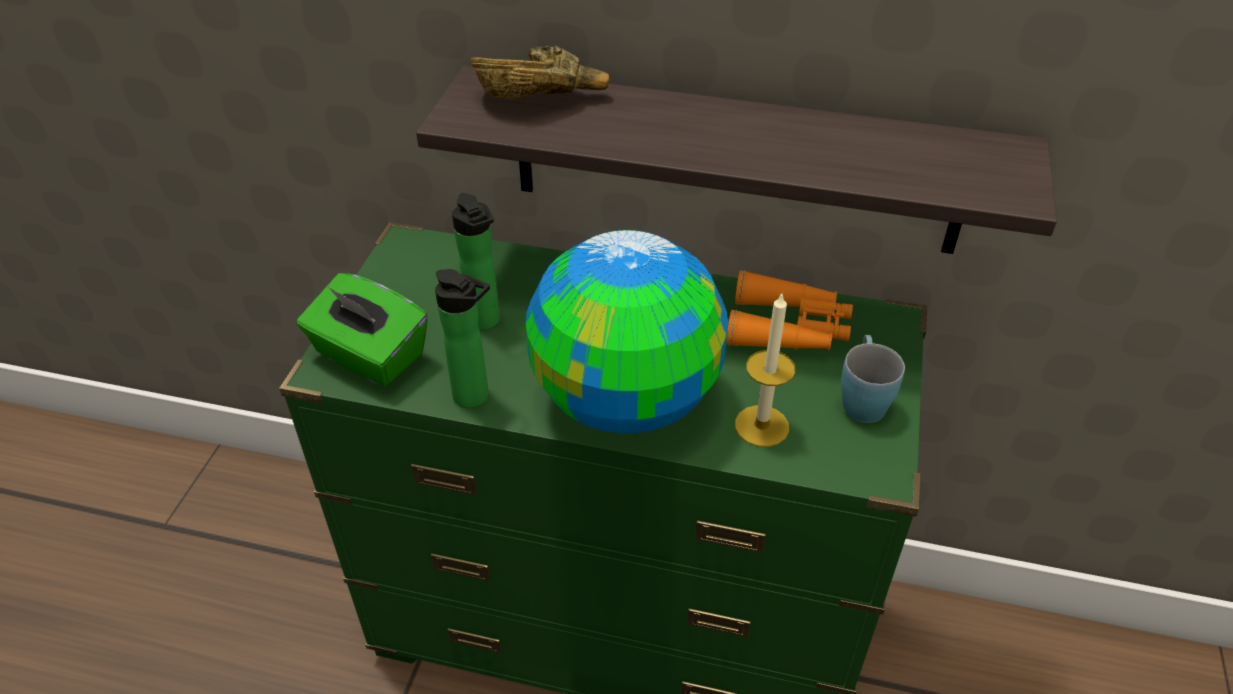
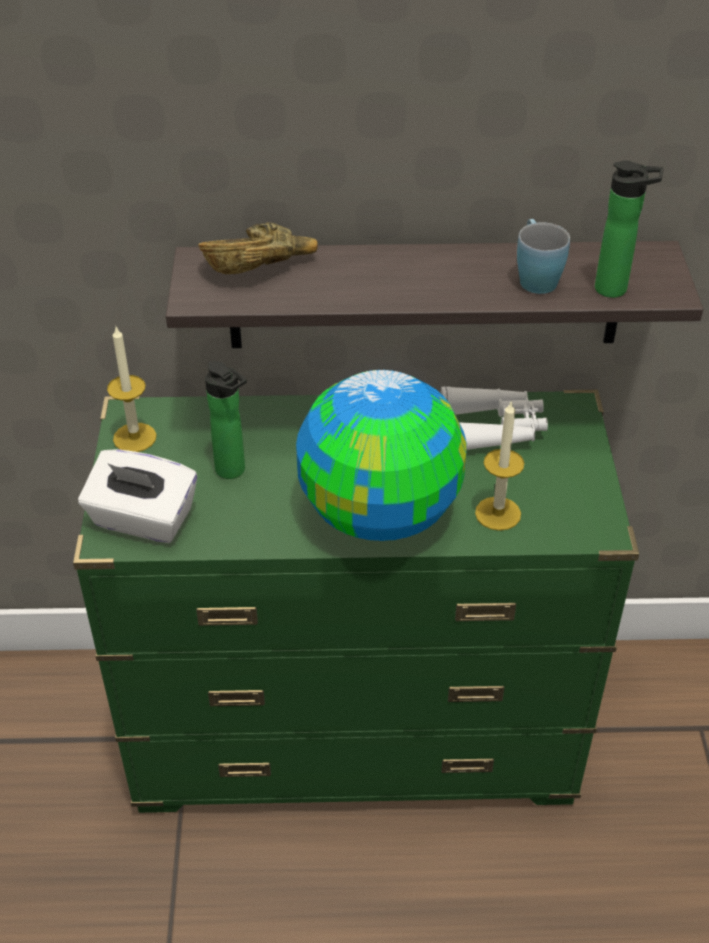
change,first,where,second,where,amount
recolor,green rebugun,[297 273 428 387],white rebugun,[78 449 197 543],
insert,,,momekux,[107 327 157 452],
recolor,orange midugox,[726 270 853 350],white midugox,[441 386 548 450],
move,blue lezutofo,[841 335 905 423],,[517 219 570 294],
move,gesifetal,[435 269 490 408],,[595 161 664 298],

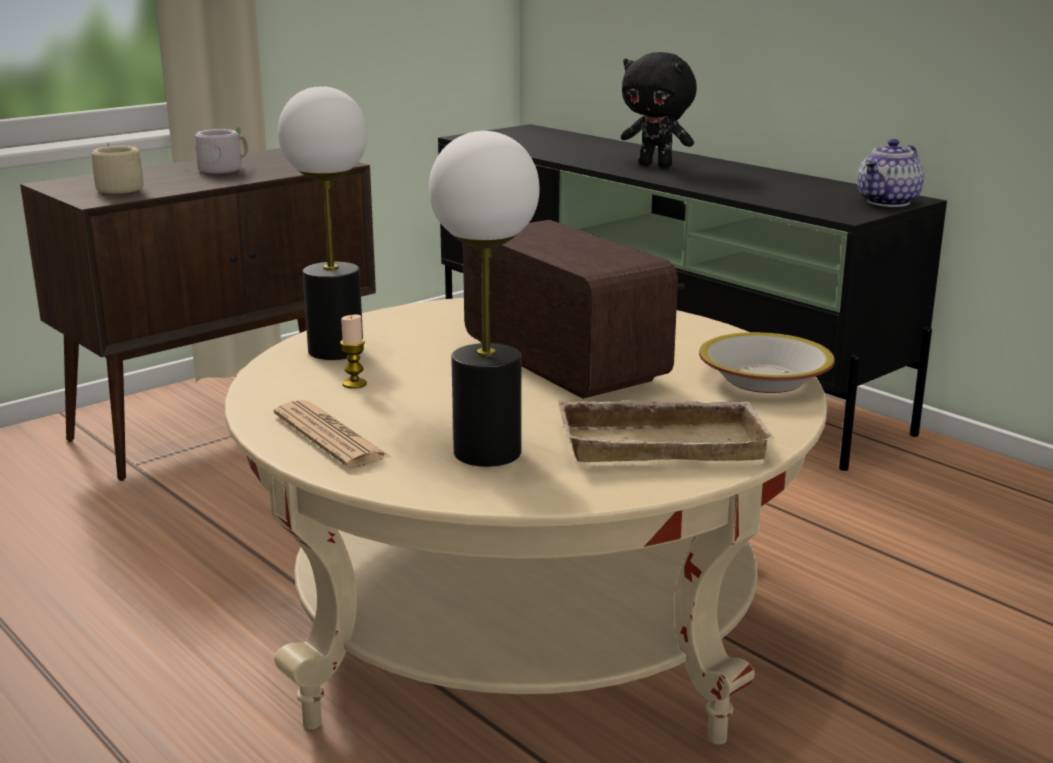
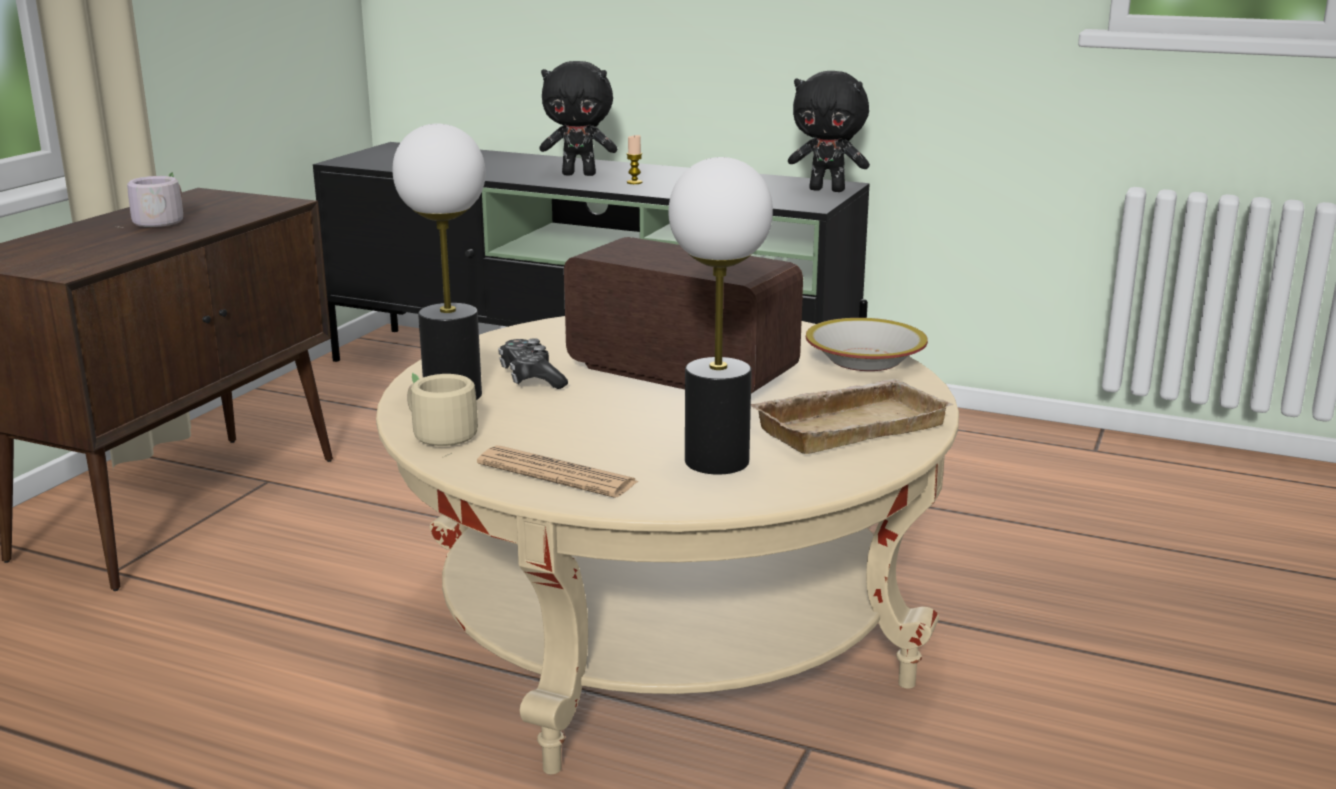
change,first,where,second,where,amount
move,beige lezutofo,[92 143 144 199],,[407 373 478 458],
insert,,,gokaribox,[498 338 568 389],
move,momekux,[340 315 367 389],,[626 135 642 184],
replace,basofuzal,[857 139 924 207],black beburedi,[788 71 870 192],

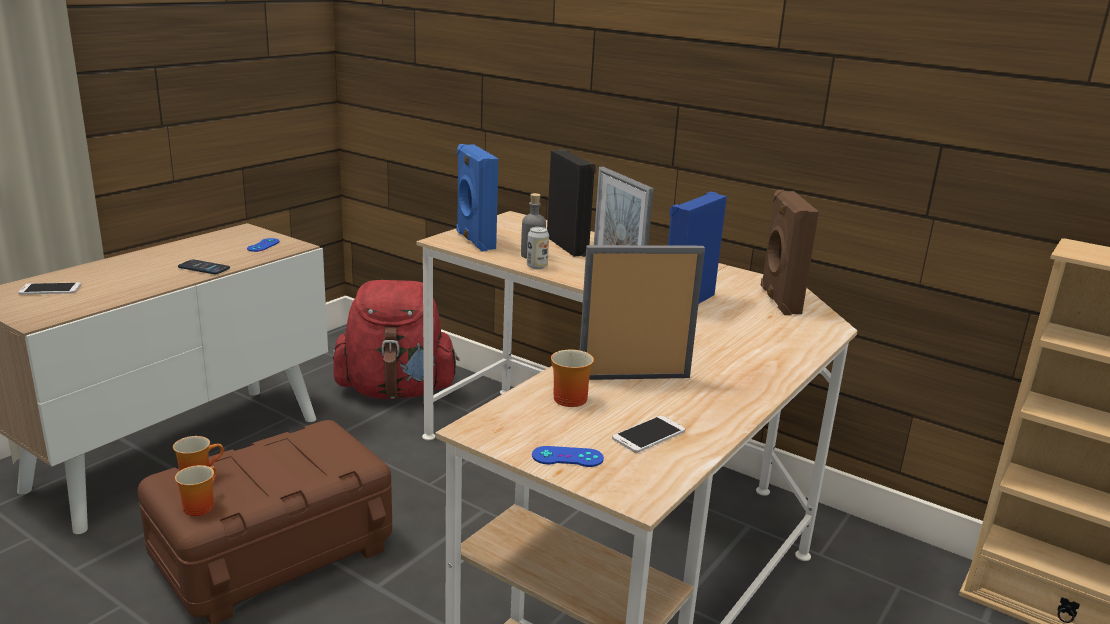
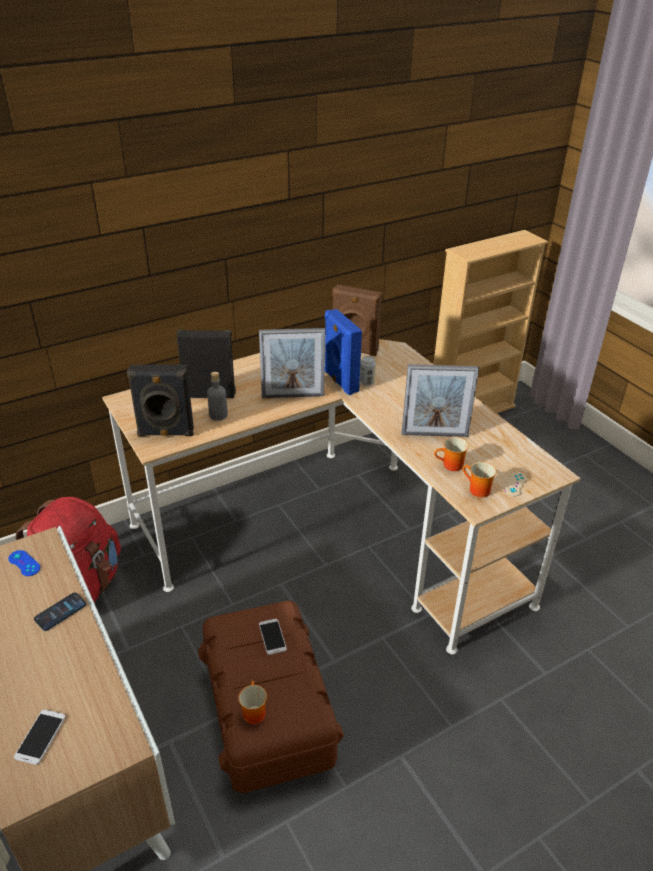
change,first,where,second,where,amount
recolor,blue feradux,[456 144 498 252],black feradux,[127 365 194 436],
move,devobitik,[612 416 685 453],,[259 618 287 655],
move,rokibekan,[527 227 549 269],,[360 356 376 386],
rotate,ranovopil,[580 245 705 380],,[402 364 479 437],105 degrees counterclockwise
move,lezutofo,[175 465 217 516],,[463 462 497 498],
recolor,blue gokaribox,[532 446 604 467],beige gokaribox,[504 472 528 496],

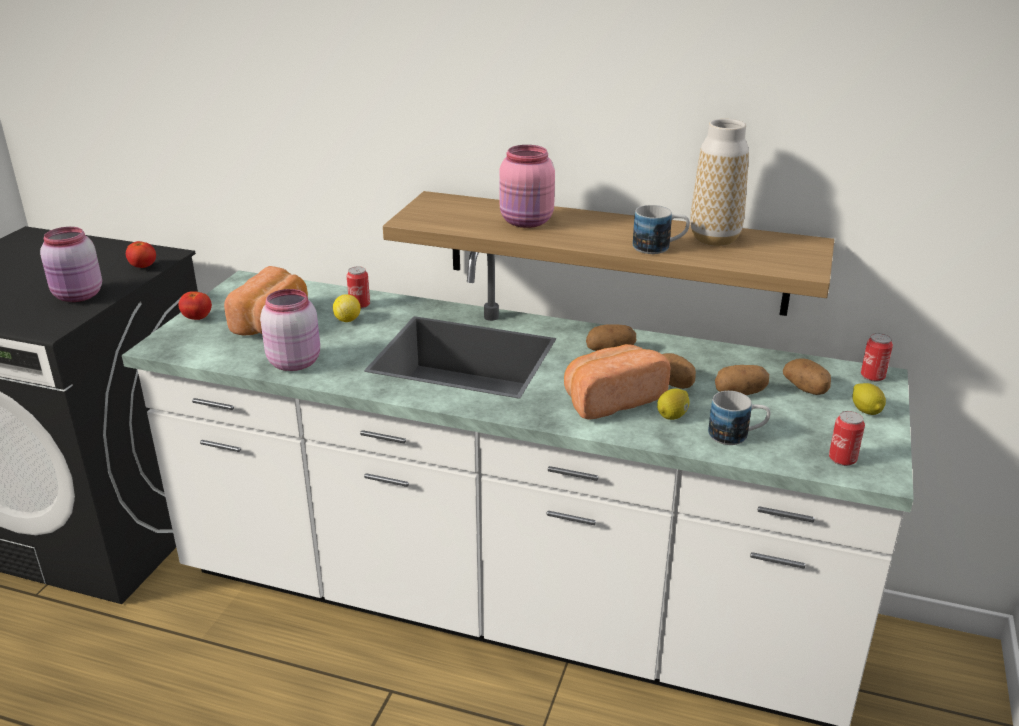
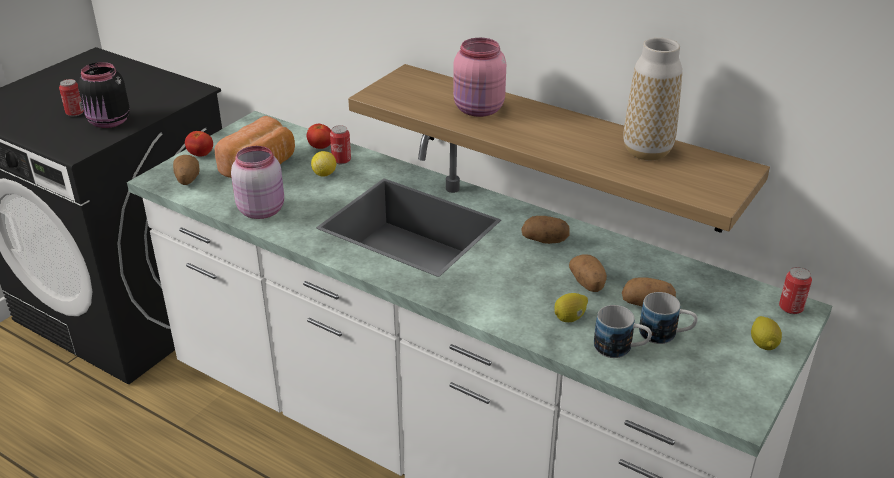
change,first,where,second,where,amount
move,rokibekan,[829 411 865 466],,[59 79 84 116],
recolor,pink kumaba,[40 227 102 302],black kumaba,[78 62 130 128],
move,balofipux,[783 359 831 395],,[173 155 199 185],
move,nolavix,[126 241 156 268],,[307 124 331 149],
move,lezutofo,[633 205 690 254],,[639 292 698 344],
delete,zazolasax,[564 344 670 420],,,

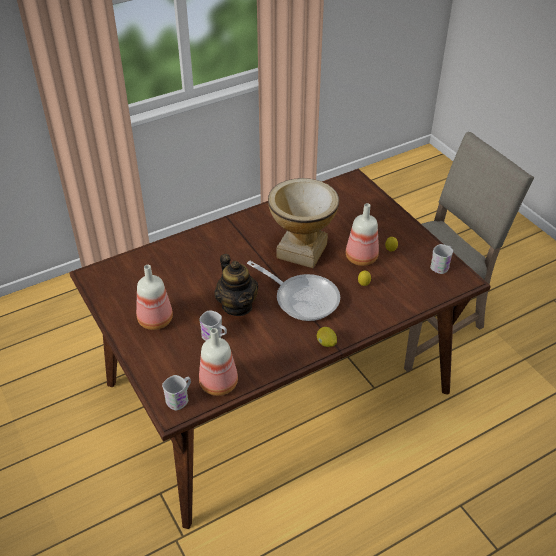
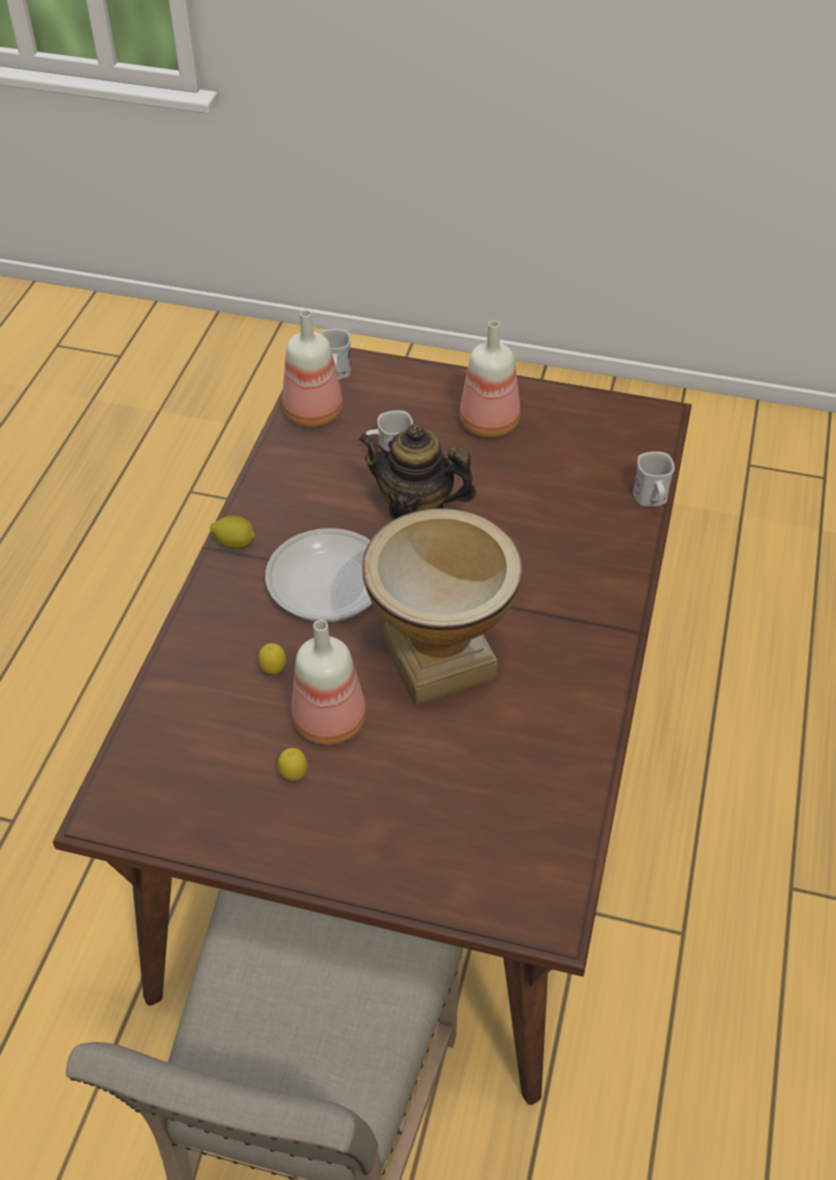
change,first,where,second,where,amount
move,white lezutofo,[430 244 453 274],,[633 451 675 507],

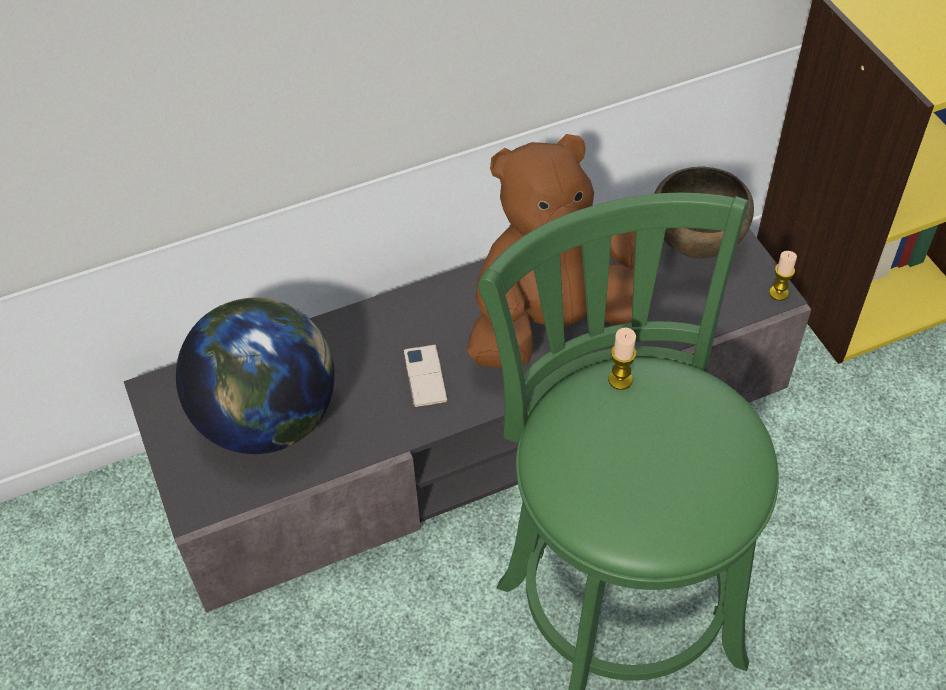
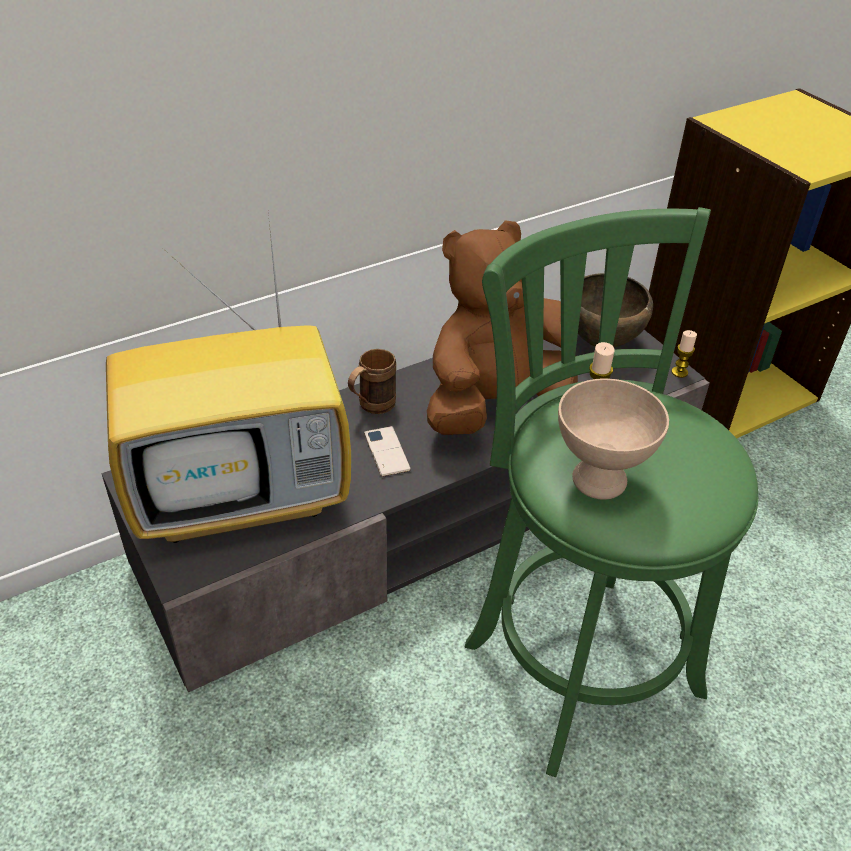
change,first,where,second,where,amount
replace,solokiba,[176 298 335 454],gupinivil,[106 213 351 543],
insert,,,brown lezutofo,[348 349 396 414],
insert,,,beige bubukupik,[558 378 669 500],

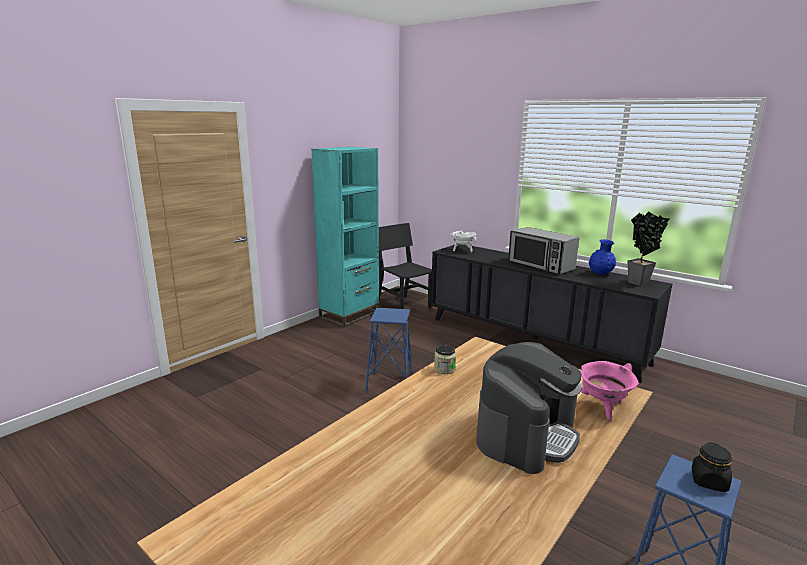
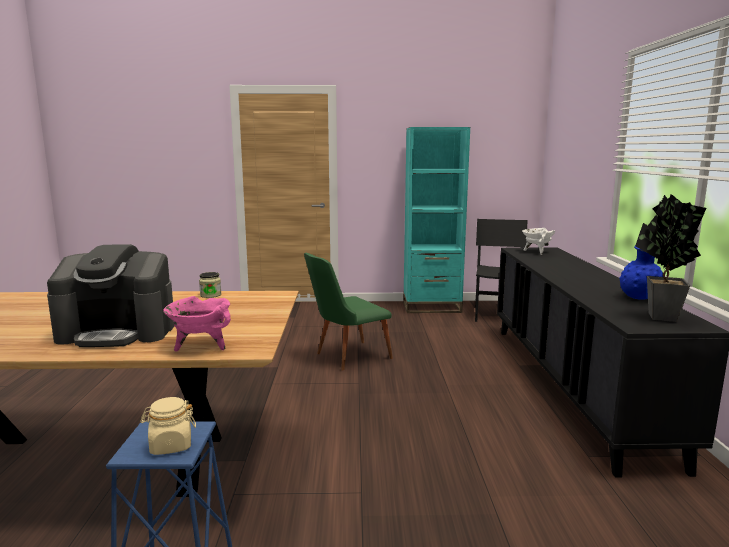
change,first,where,second,where,amount
recolor,black kumaba,[692 442 732 492],beige kumaba,[140 397 196 455],
replace,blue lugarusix,[365 308 412 393],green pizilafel,[304 253 393 371],
delete,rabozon,[508 227 579 274],,,

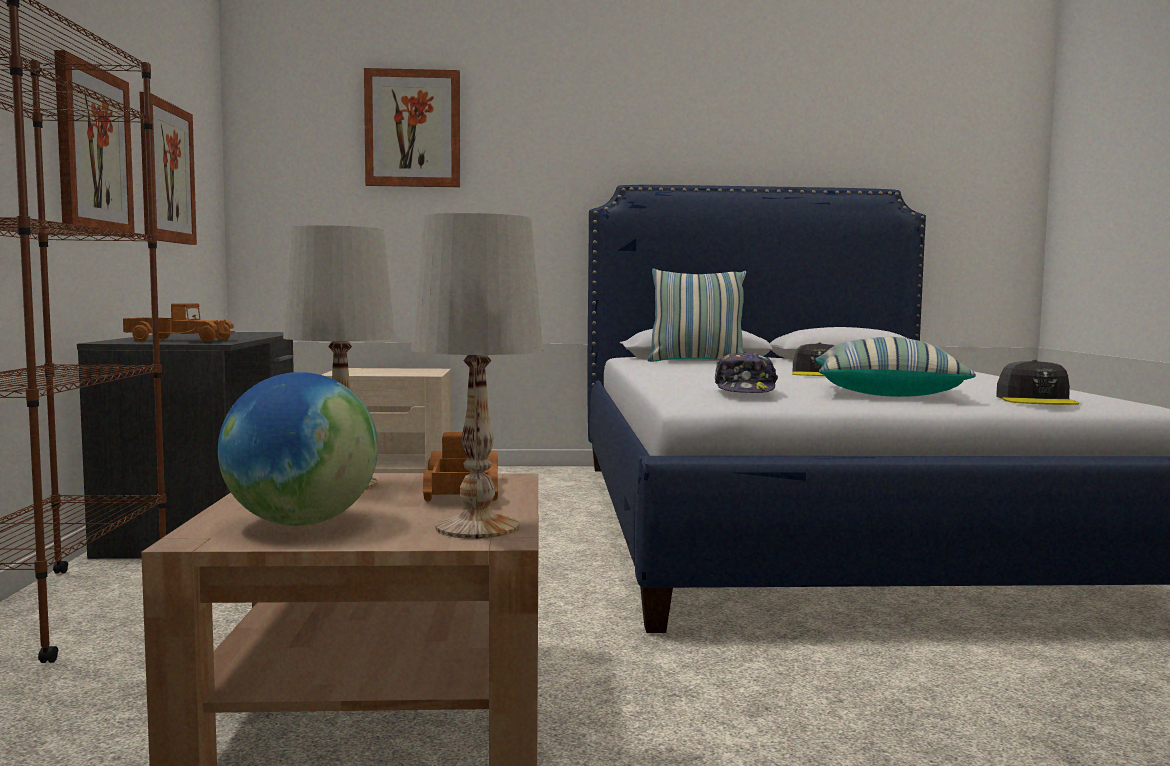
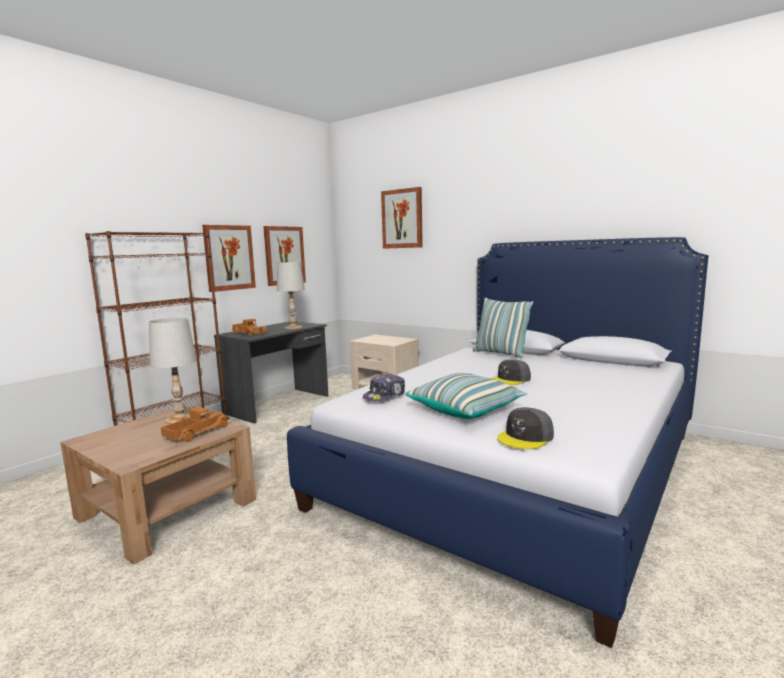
change,first,where,second,where,amount
move,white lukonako,[411 213 543 539],,[277 262 305 329],
delete,solokiba,[218 372 378 526],,,

